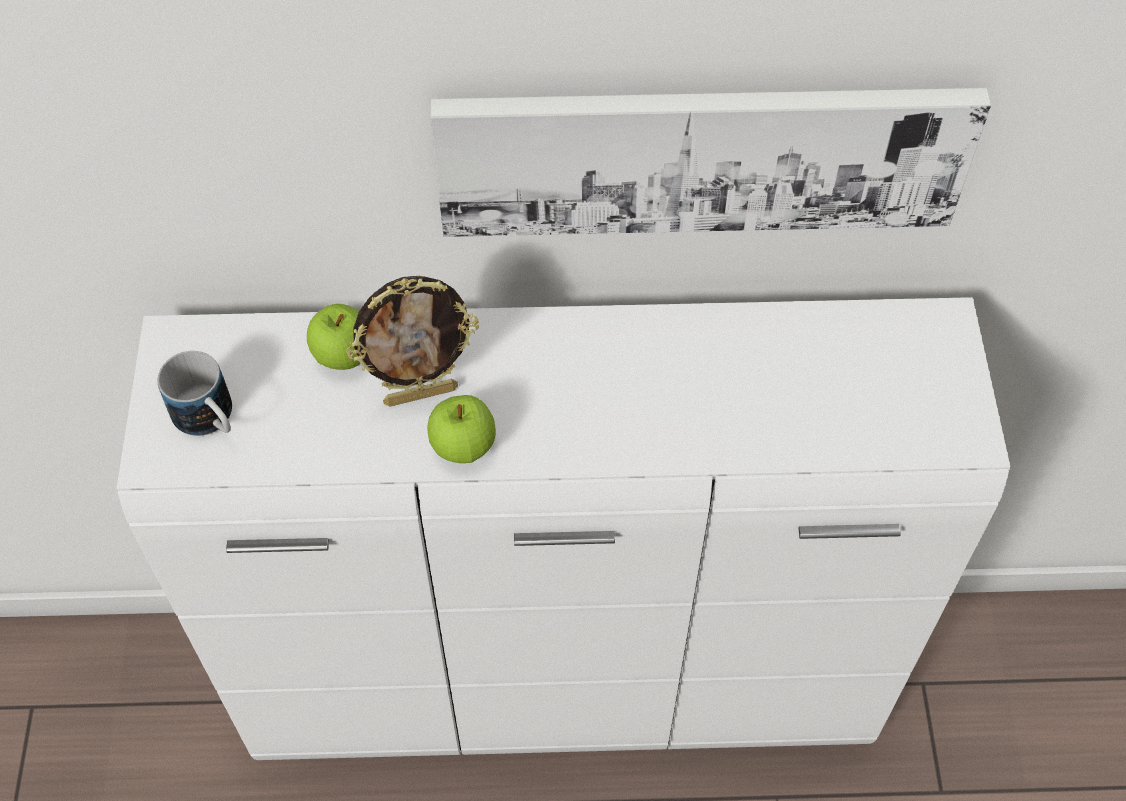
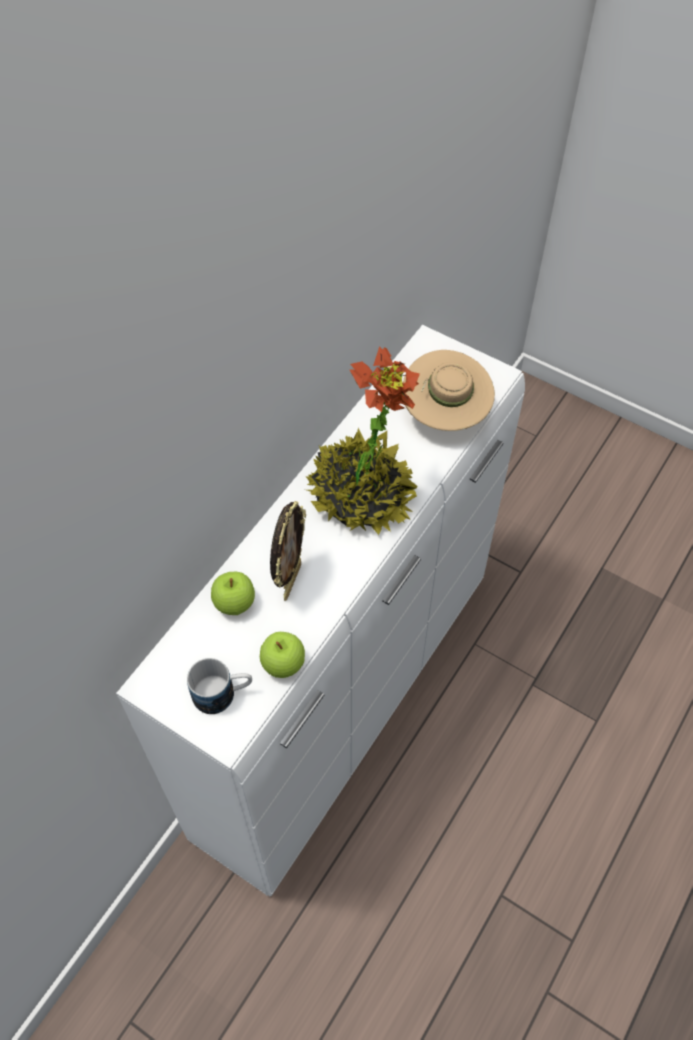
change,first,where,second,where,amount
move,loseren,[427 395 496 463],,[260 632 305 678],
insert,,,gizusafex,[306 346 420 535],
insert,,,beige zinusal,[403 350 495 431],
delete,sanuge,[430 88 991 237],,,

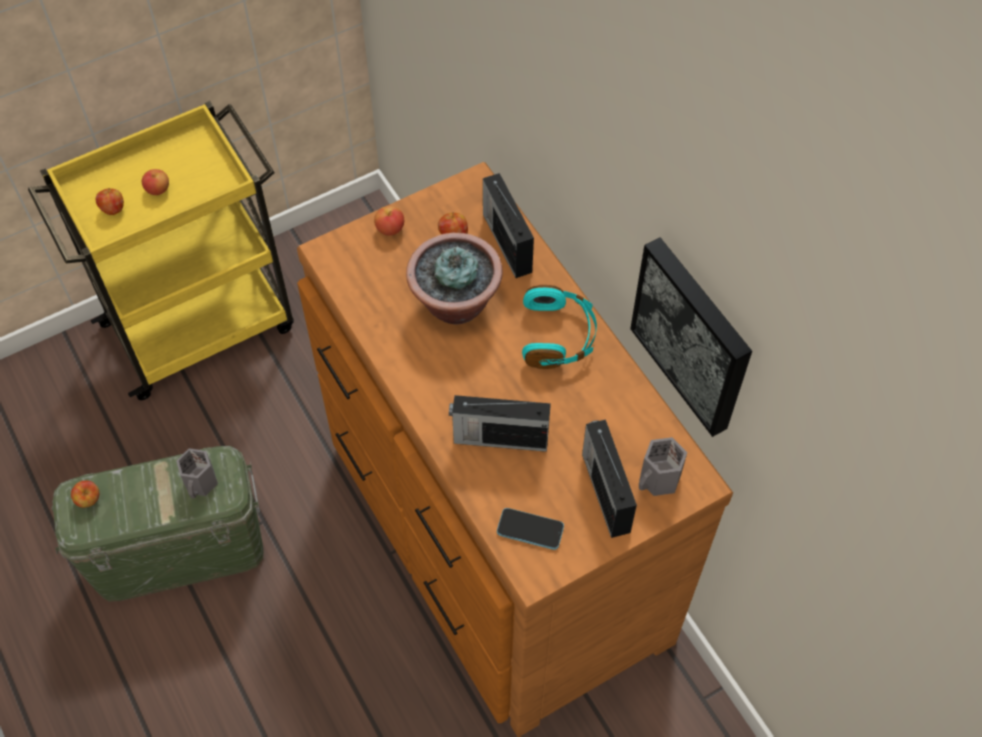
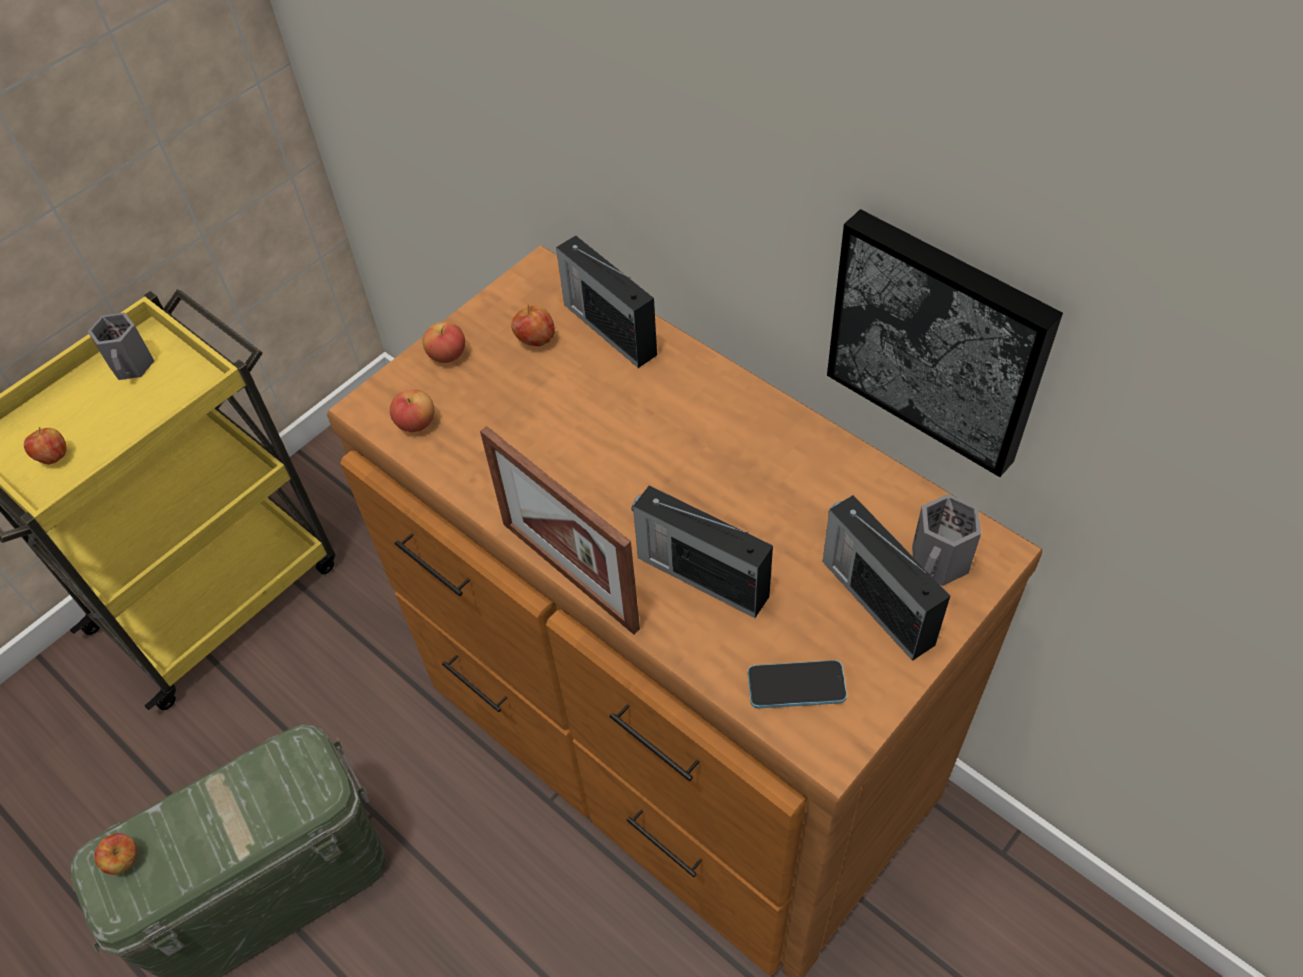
change,first,where,second,where,amount
move,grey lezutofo,[176 448 218 499],,[88 312 154 380],
move,loseren,[142 169 169 195],,[390 389 434 432],
insert,,,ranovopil,[480 426 640 635],
rotate,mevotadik,[449 395 551 452],,[631 485 773 618],45 degrees clockwise
delete,gizusafex,[406 233 503 324],,,
delete,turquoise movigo,[522 285 597 369],,,

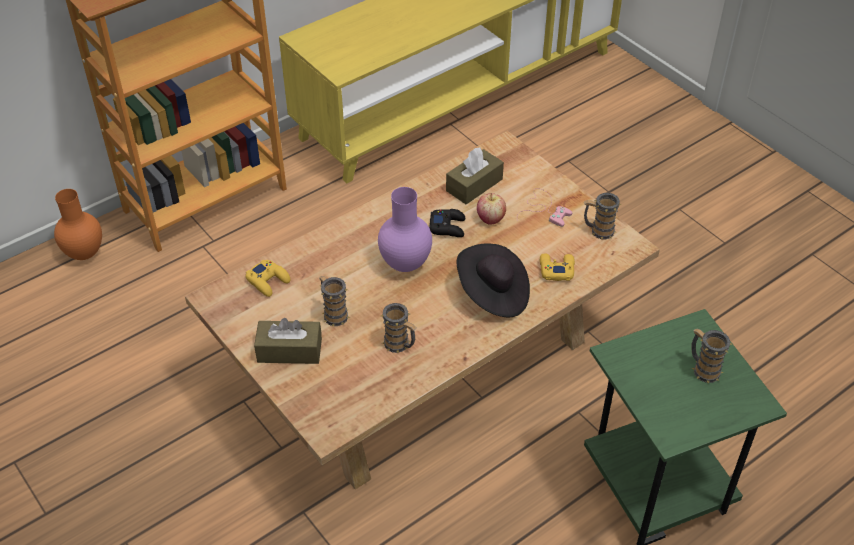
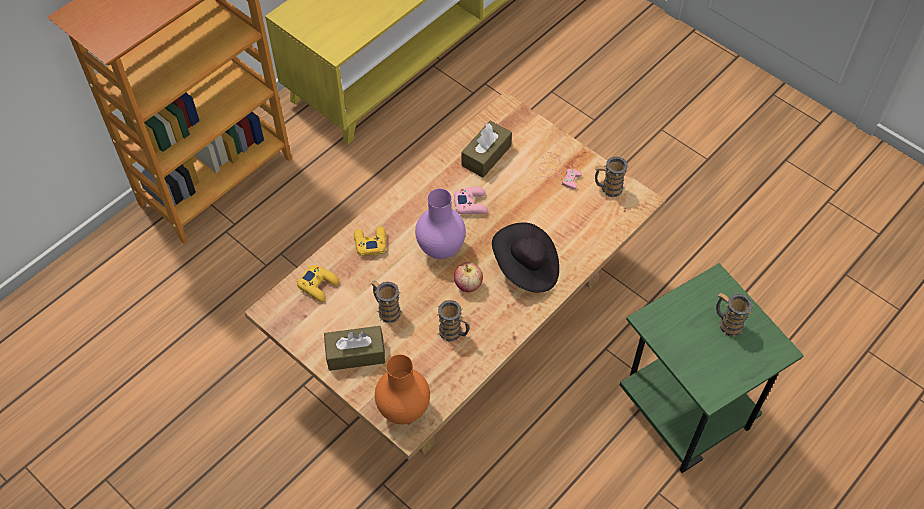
change,first,where,second,where,amount
move,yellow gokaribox,[540 253 575 281],,[354 227 386 256],
move,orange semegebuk,[54 189 102 260],,[375 354 430 424],
recolor,black gokaribox,[429 209 465 237],pink gokaribox,[454 186 488 214],
move,loseren,[477 193 506 225],,[454 262 483 293],

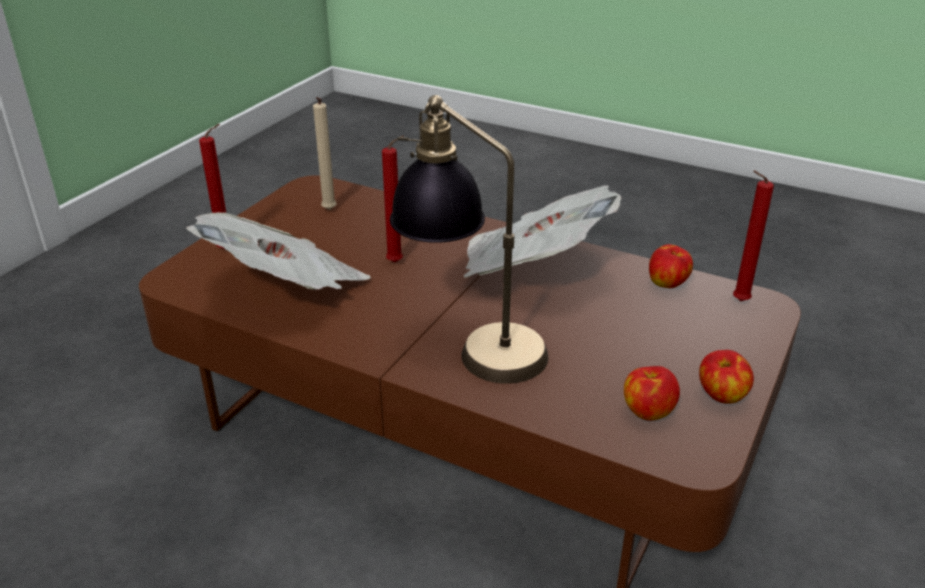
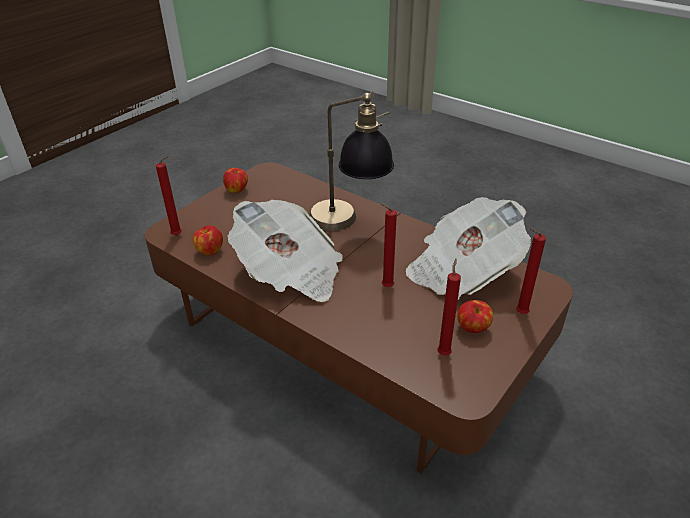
change,first,where,second,where,amount
recolor,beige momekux,[313 97 336 210],red momekux,[437 259 461 355],
move,loseren,[624 366 680 421],,[457 300 493 333],

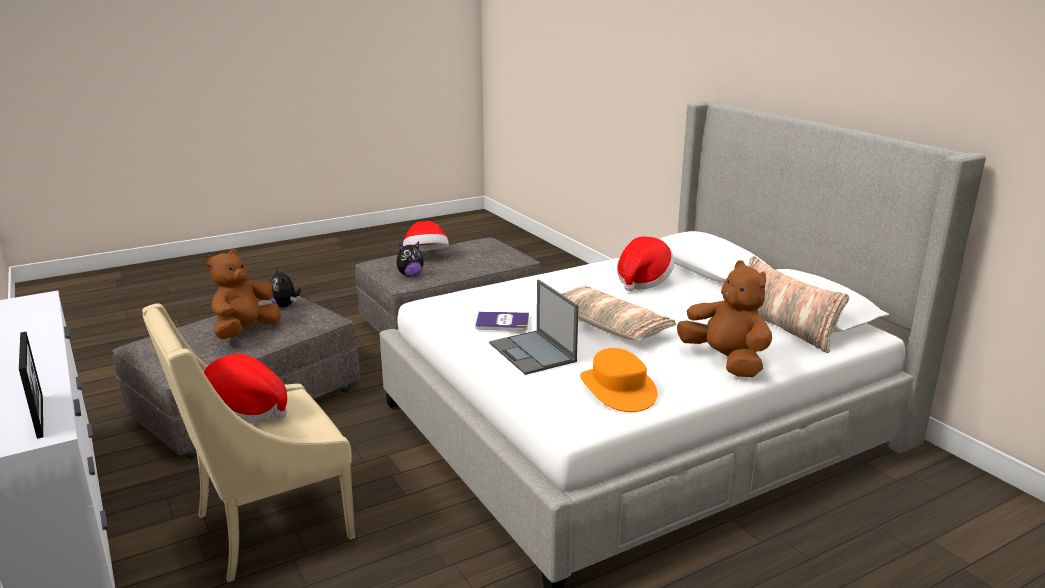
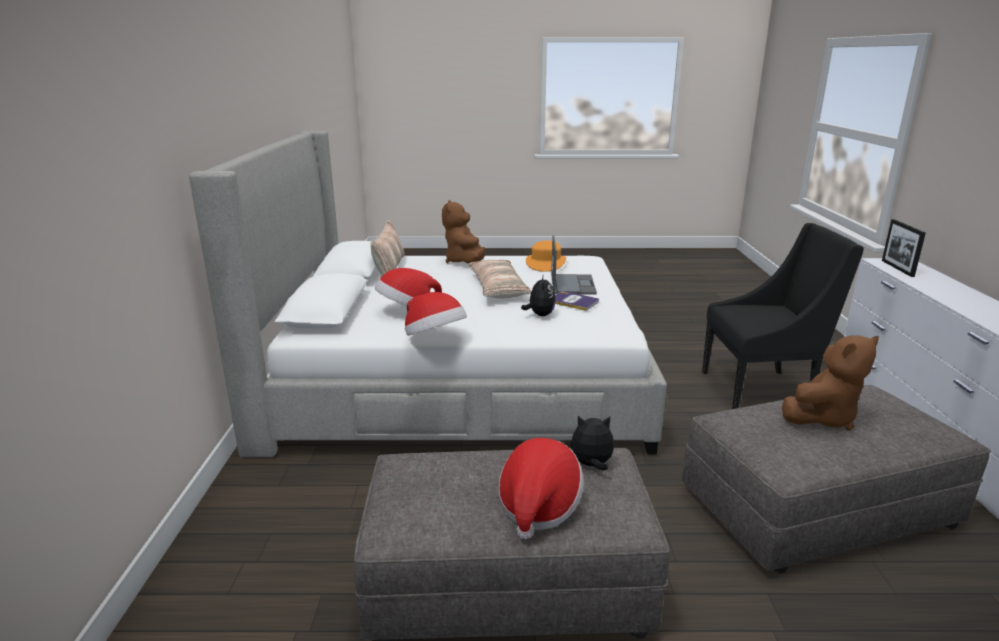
change,first,where,second,where,amount
move,zinusal,[203 354 287 423],,[405 292 467 336],
move,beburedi,[270 268 301 307],,[521 274 556 316],
recolor,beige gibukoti,[142 303 355 582],black gibukoti,[702 223 864 409],

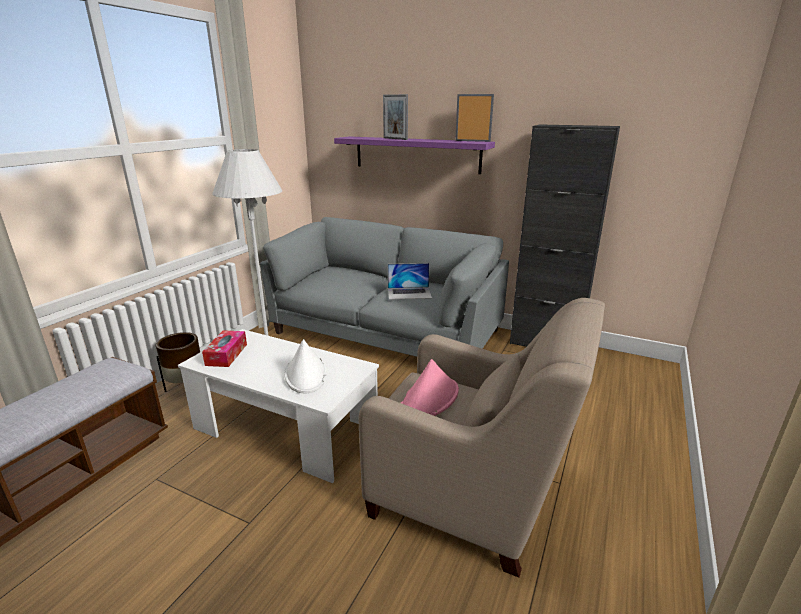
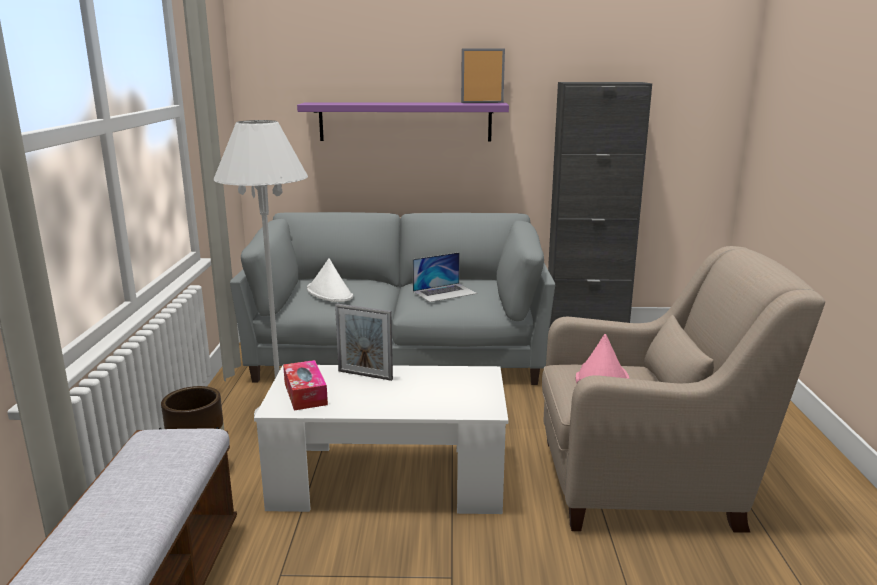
change,first,where,second,where,amount
move,white zinusal,[284 339 327 393],,[307 258 353 302],
move,ranovopil,[383 94 408 140],,[335 304 393 381],

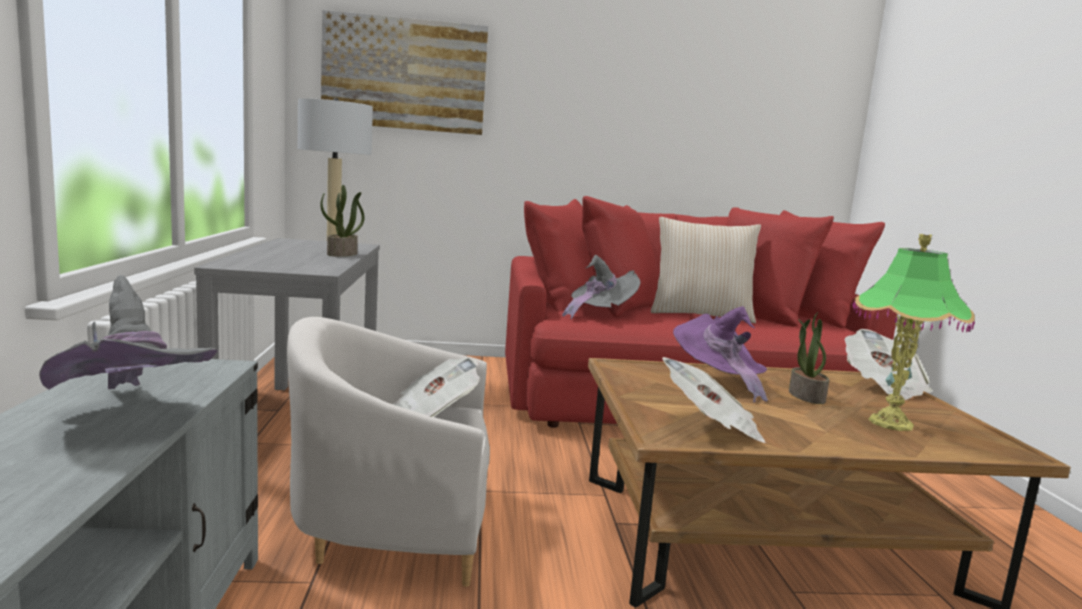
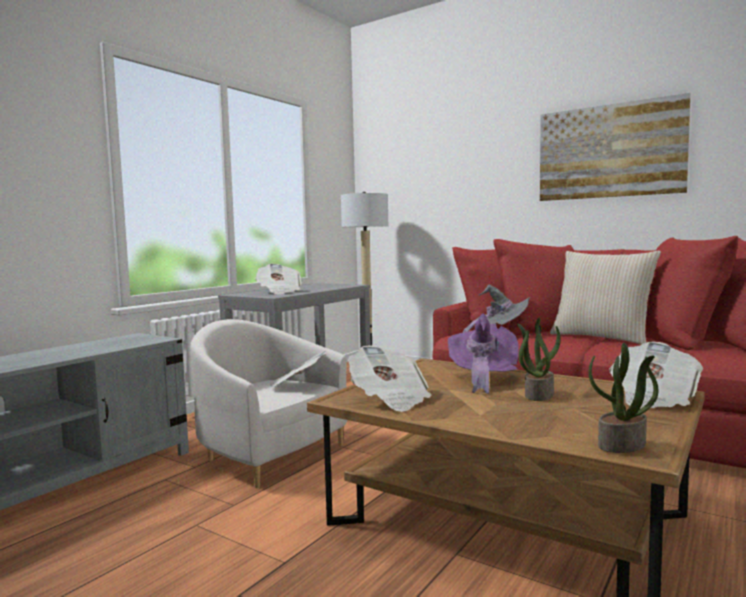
change,first,where,second,where,amount
insert,,,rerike,[255 264 301 294],
move,sanuge,[321 10 488 135],,[540 93 691 201],
move,gizusafex,[320 185 364 257],,[588 343 658 453],
delete,grey zinusal,[39 275 218 390],,,
delete,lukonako,[852 234 975 431],,,

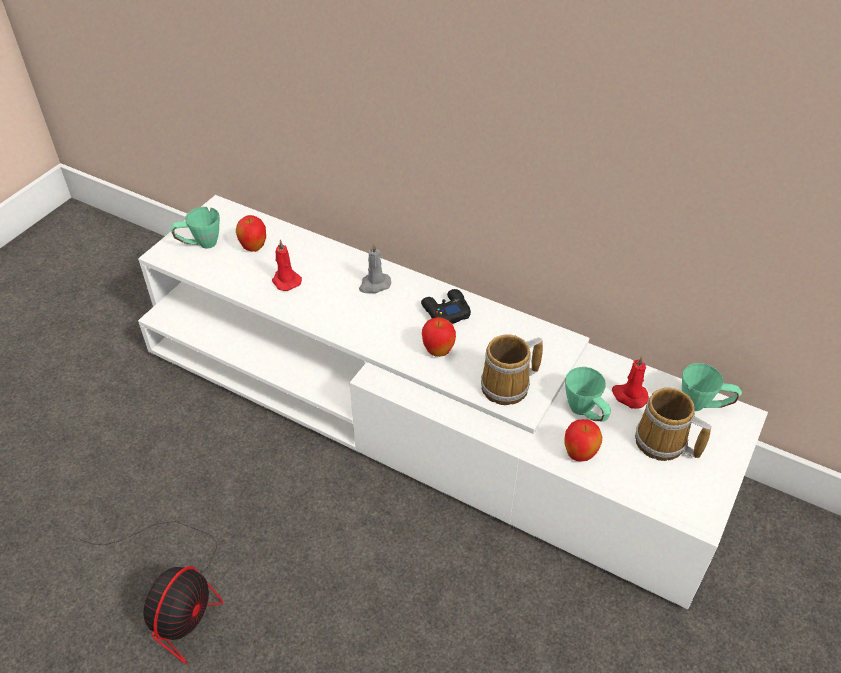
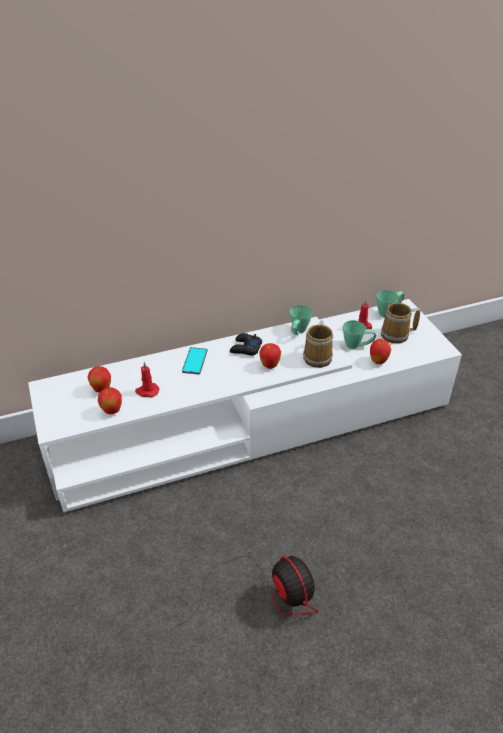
change,first,where,second,where,amount
insert,,,loseren,[98 387 122 414],
replace,grey momekux,[359 242 391 293],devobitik,[182 347 208 374],
move,green lezutofo,[170 207 220 249],,[290 305 312 335],

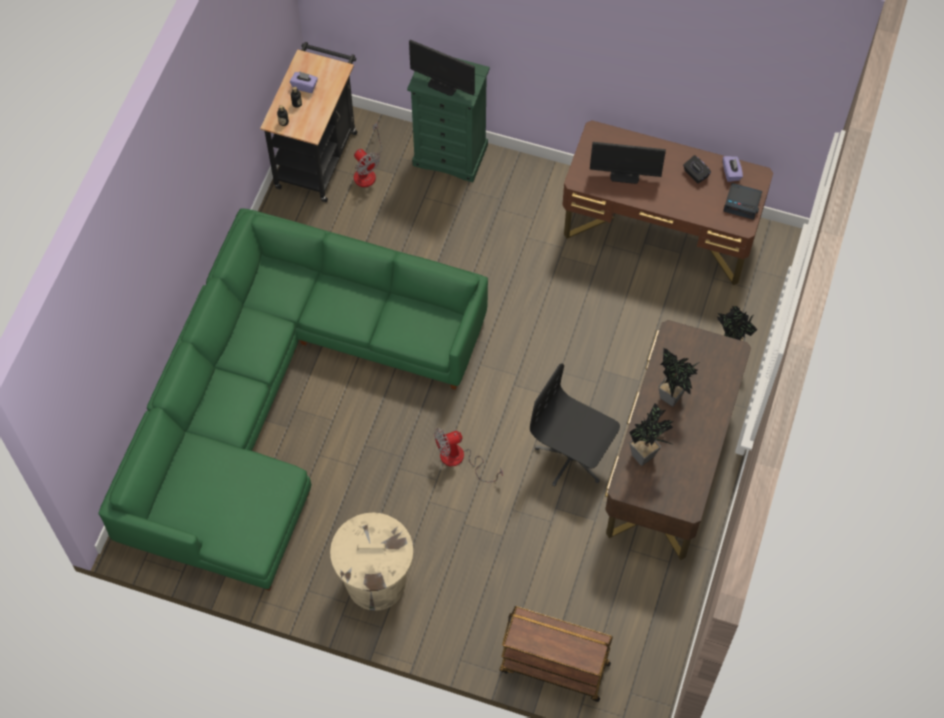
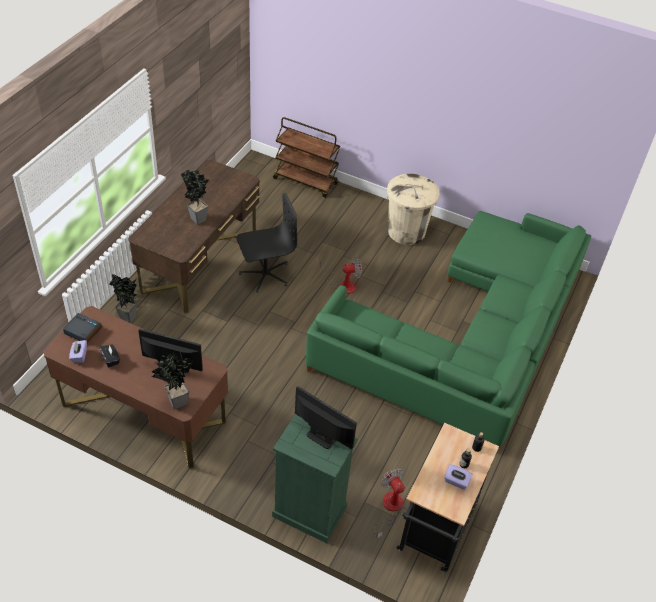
change,first,where,second,where,amount
move,gizusafex,[629 403 673 466],,[152 352 193 409],
rotate,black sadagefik,[530 364 620 487],,[236 193 297 293],60 degrees counterclockwise

